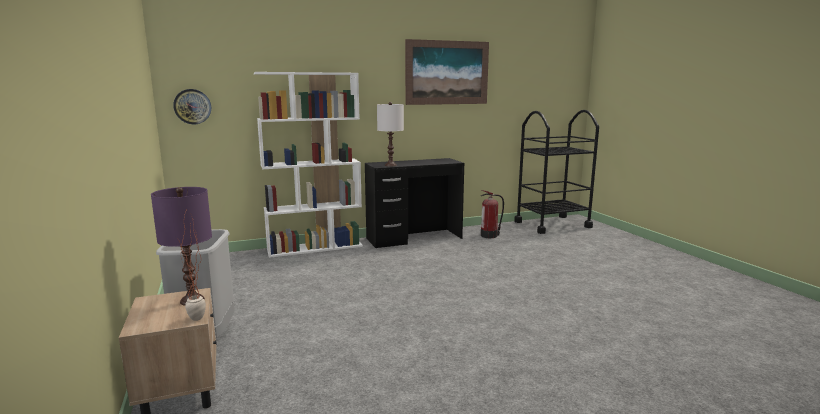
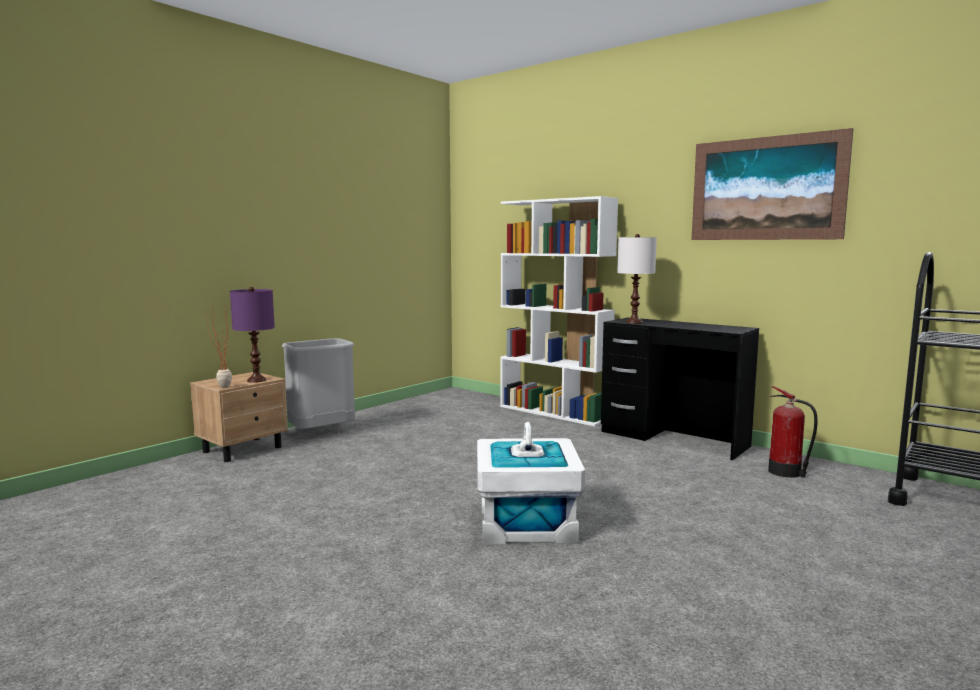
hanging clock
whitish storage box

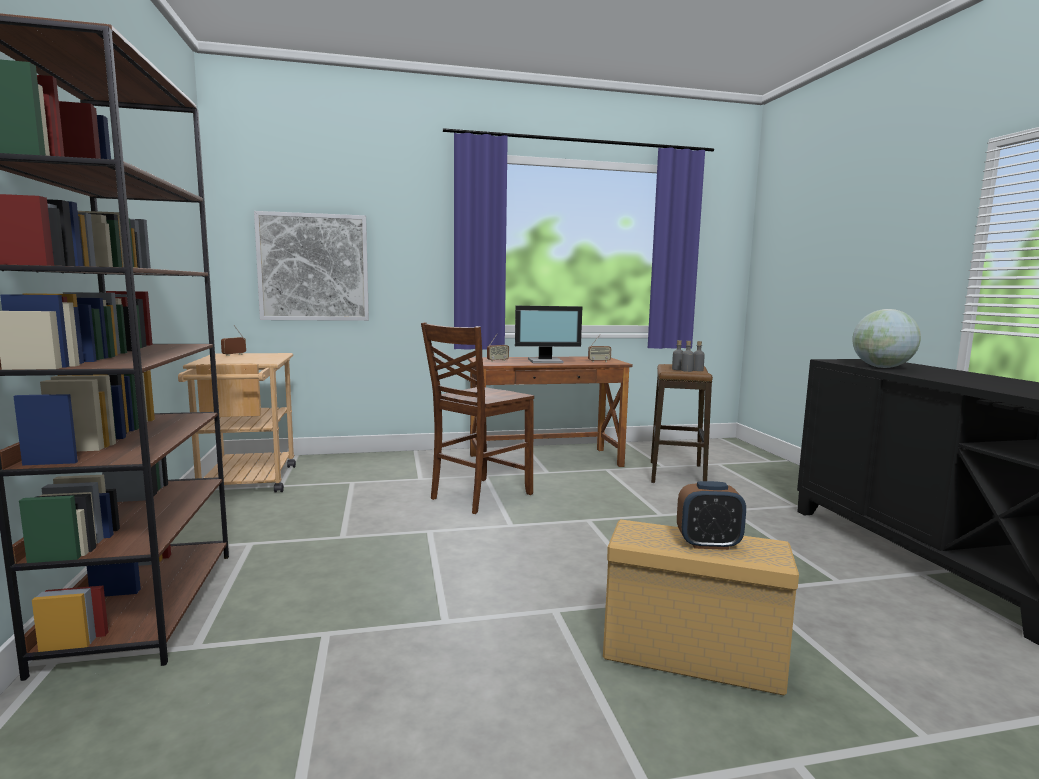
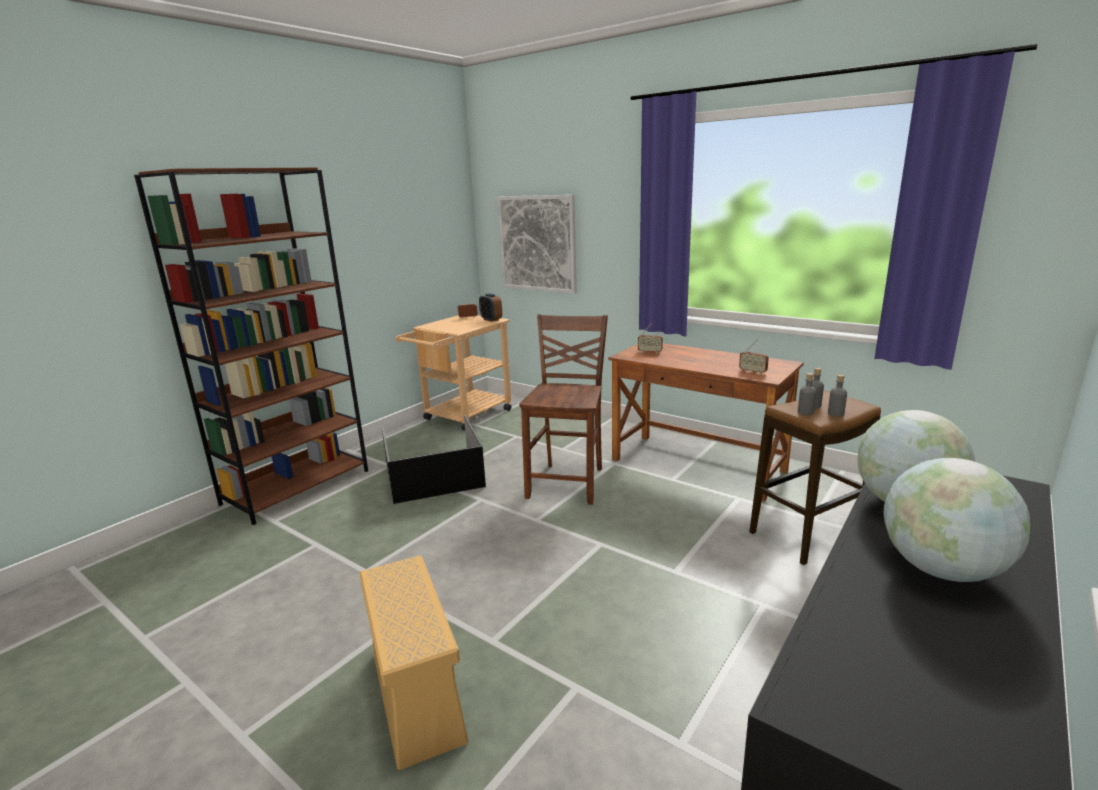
computer screen
brown-coloured chair
alarm clock
black-coloured storage box
desk globe (no. 2 from left)

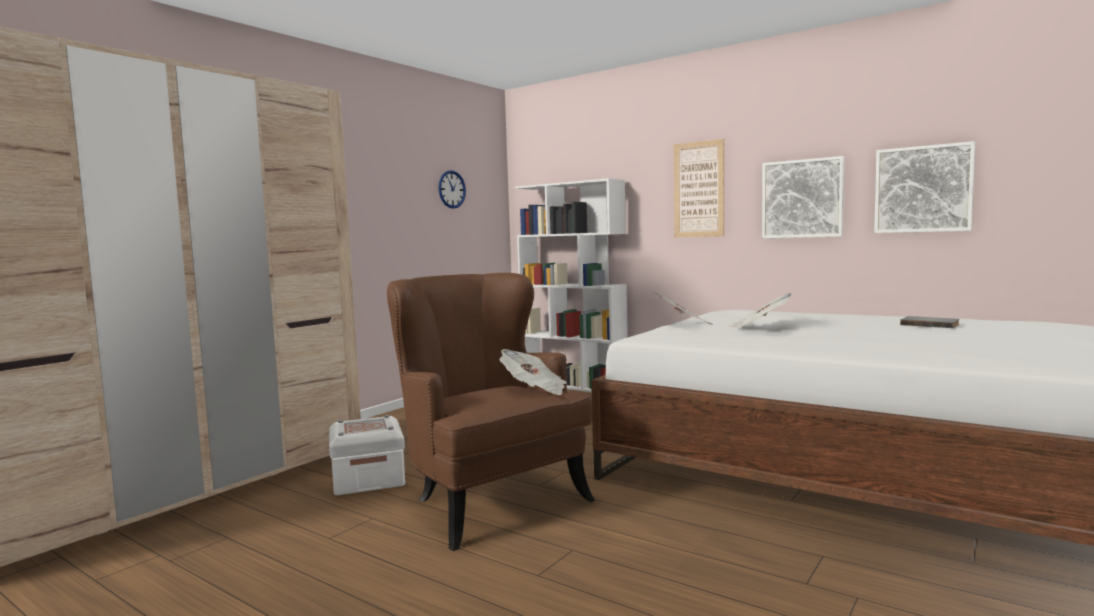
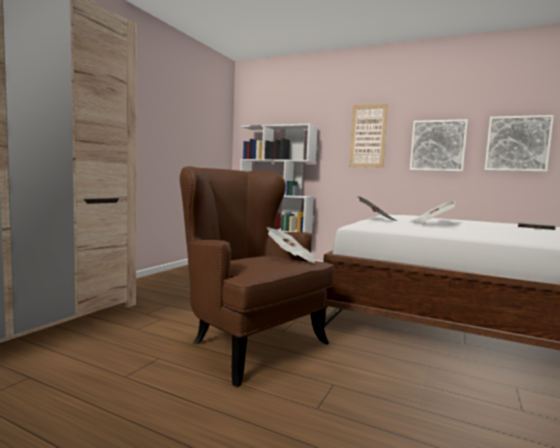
hanging clock
whitish storage box

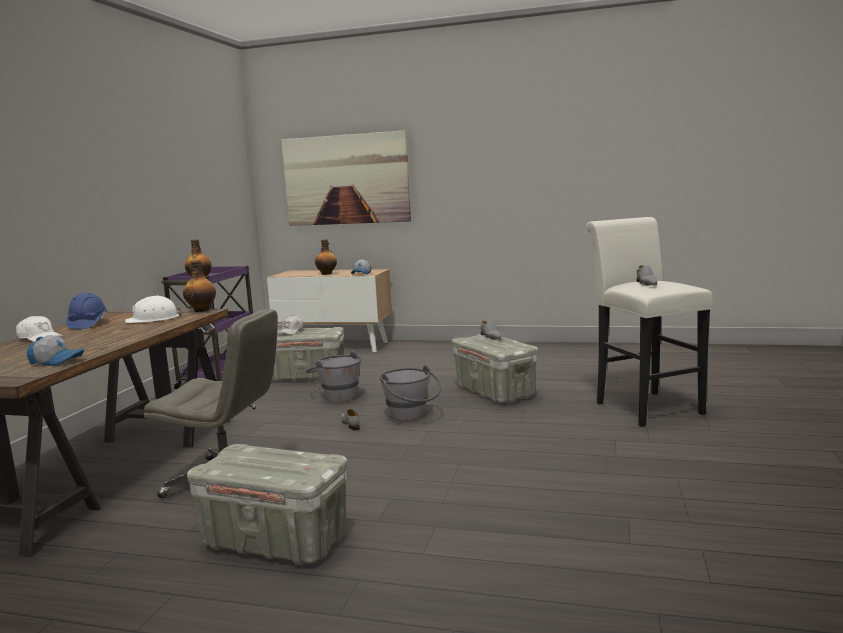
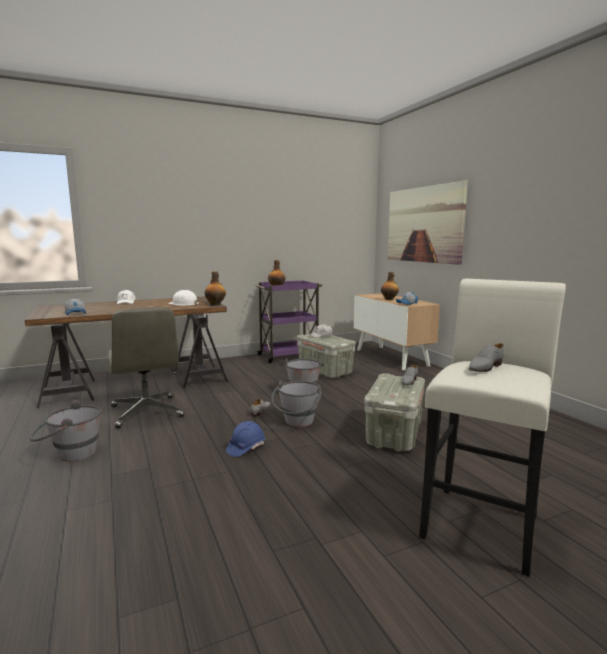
bluish work helmet
gray pail (no. 1 from left)

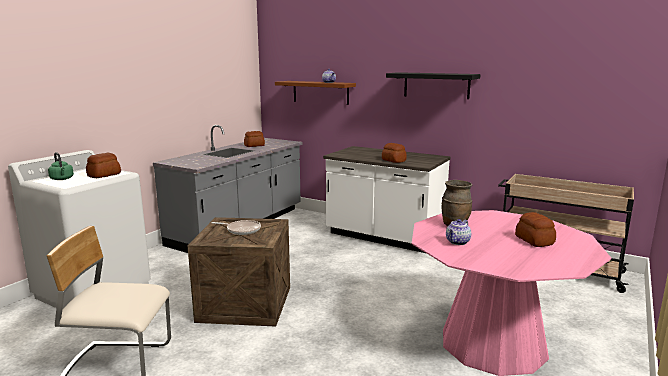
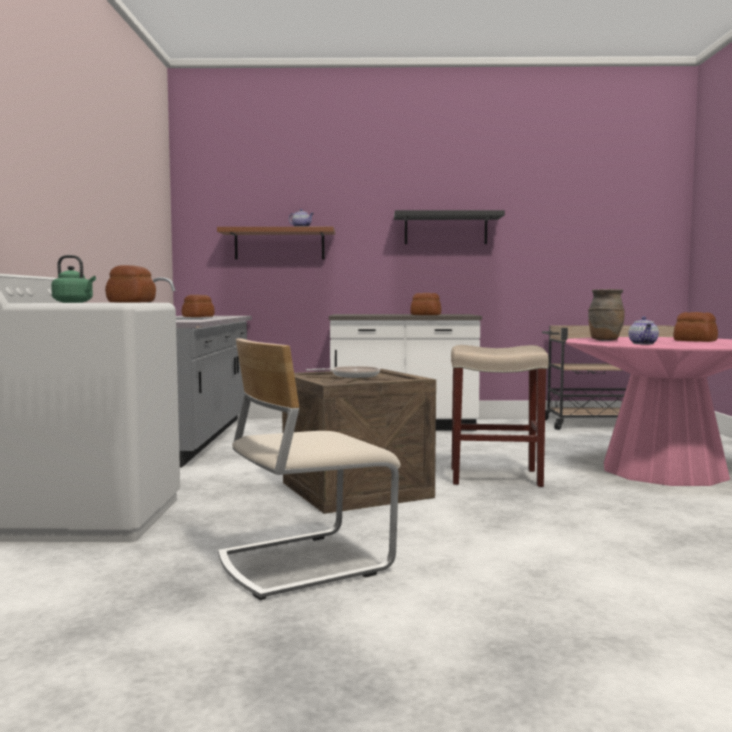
beige stool seat

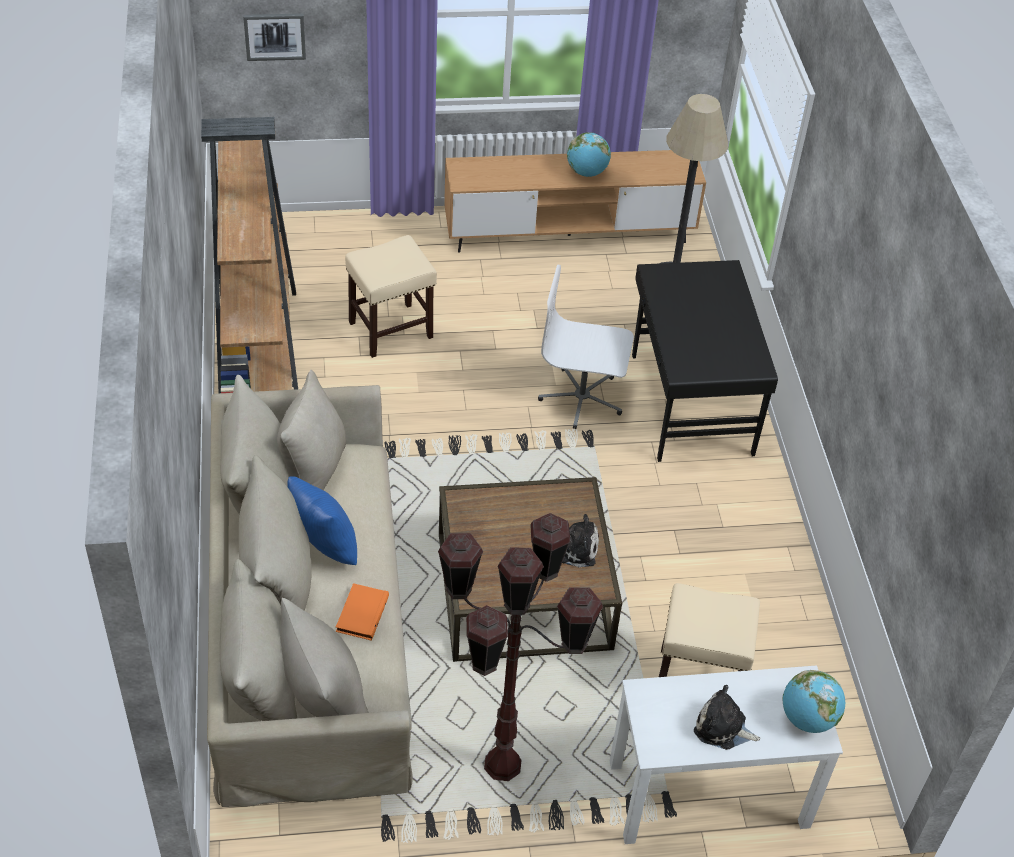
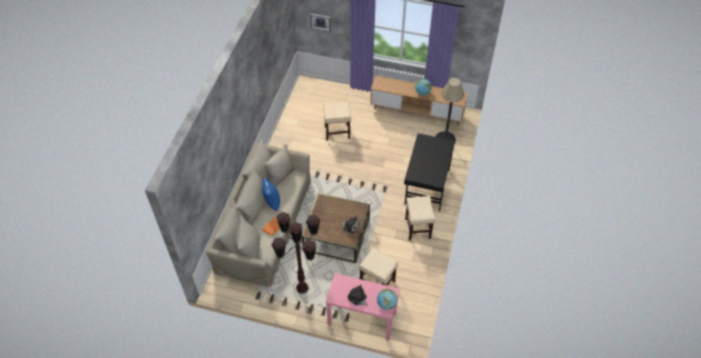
brown-coloured bookcase
whitish computer chair
pink desk unit
beige stool seat (no. 3 from left)

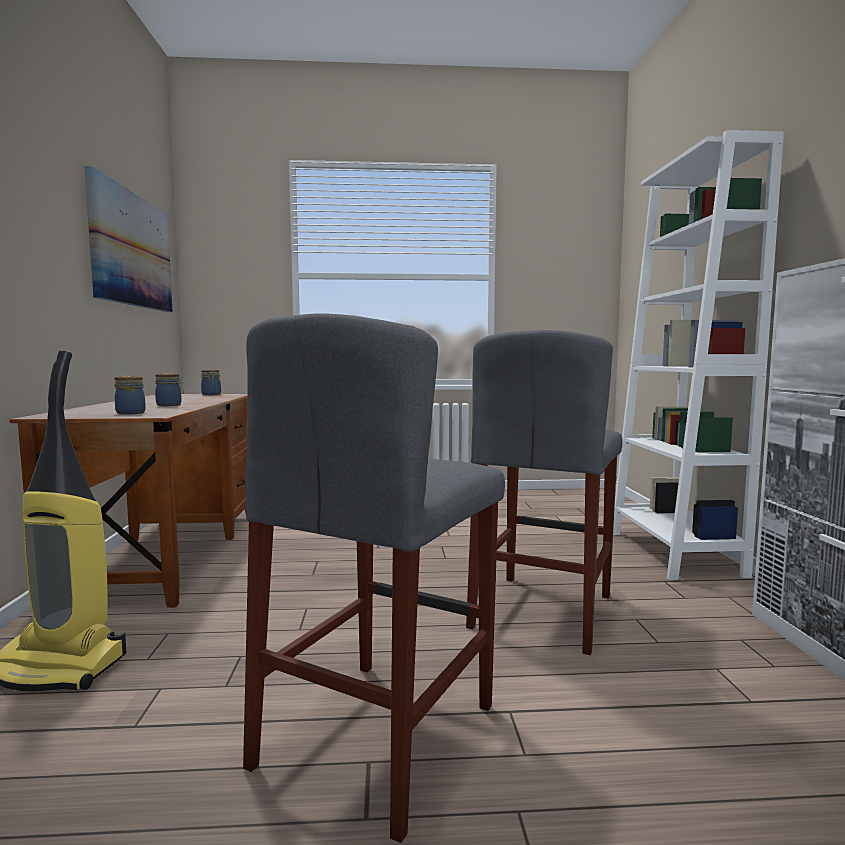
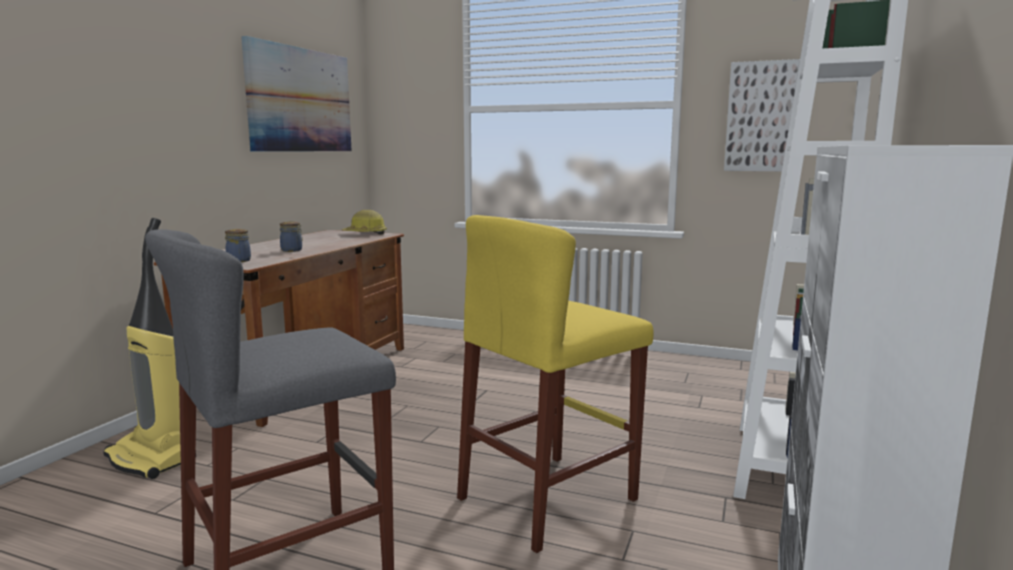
yellowish stool seat
work helmet
picture (no. 2 from left)

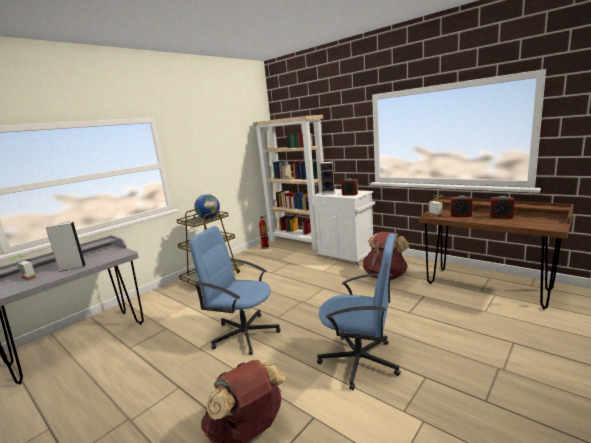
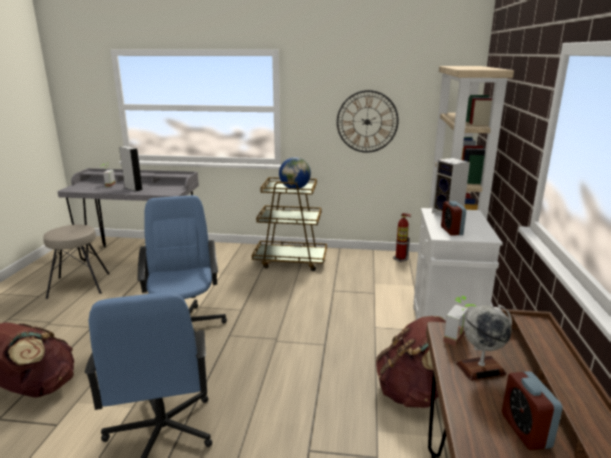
desk globe (no. 2 from left)
hanging clock
beige stool seat

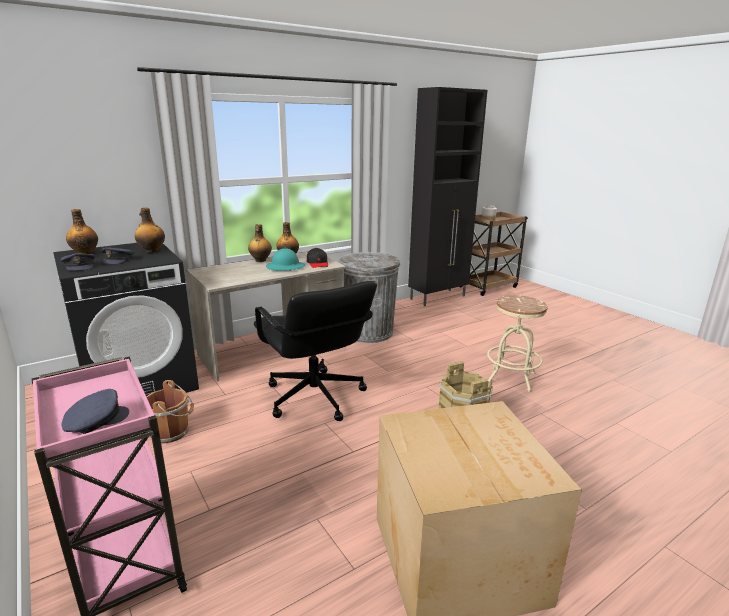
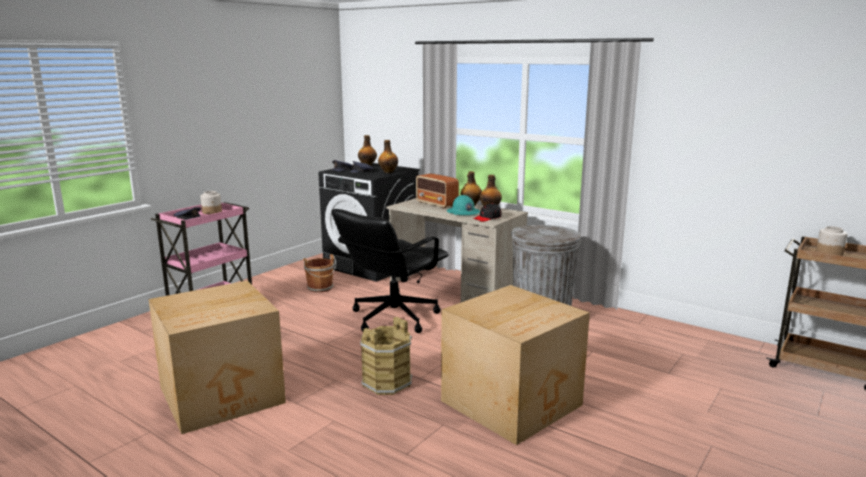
black-coloured cupboard
cardboard box (no. 2 from left)
radio receiver
storage jar (no. 1 from left)

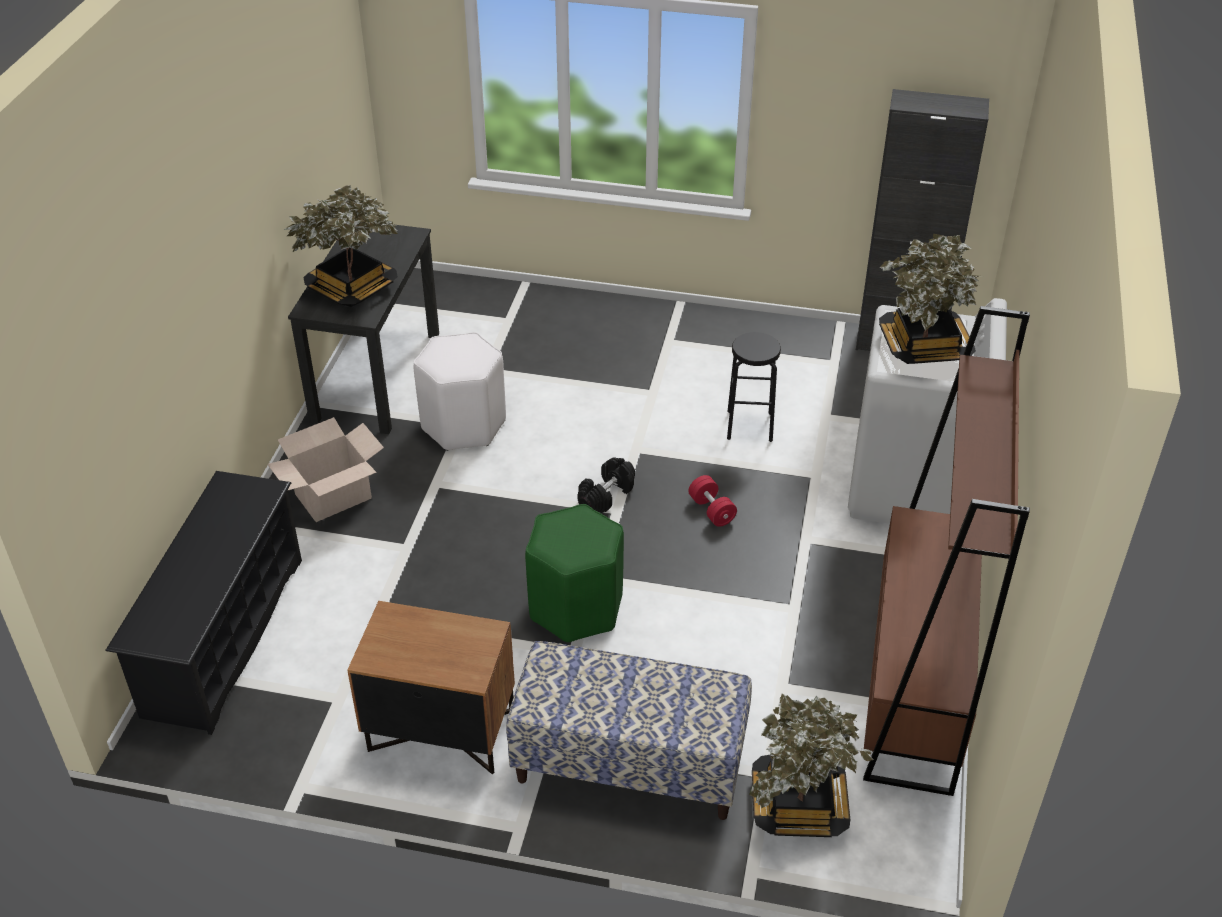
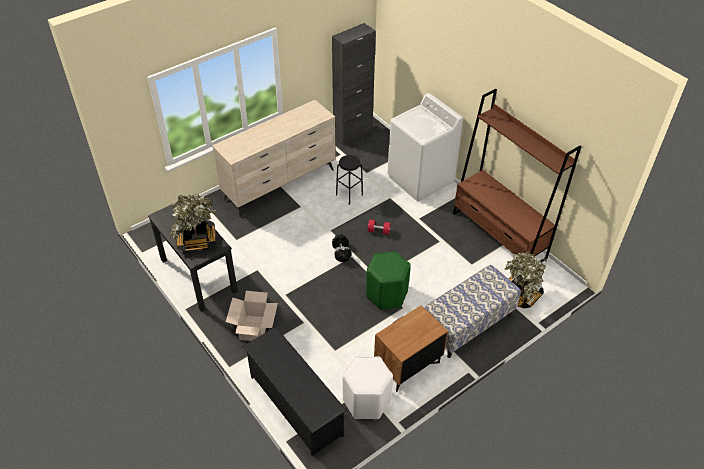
potted plant (no. 3 from left in the first image)
whitish stool seat
beige drawer chest

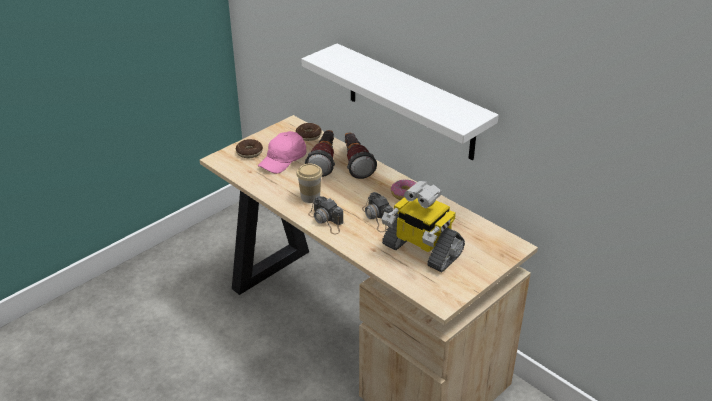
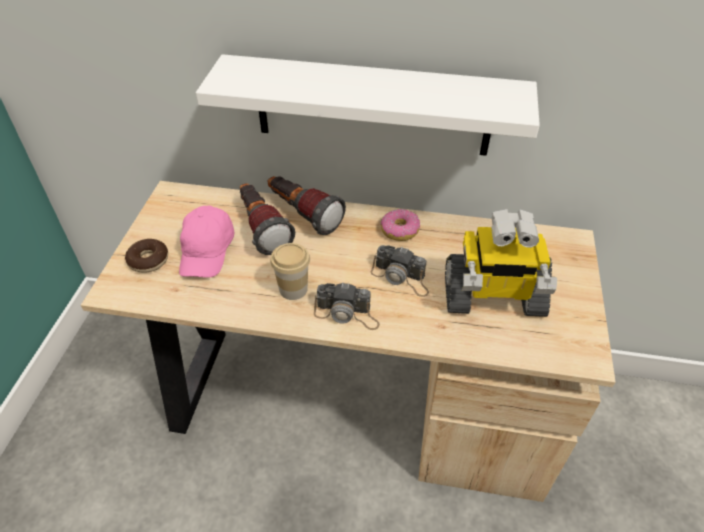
doughnut (no. 2 from left in the first image)

